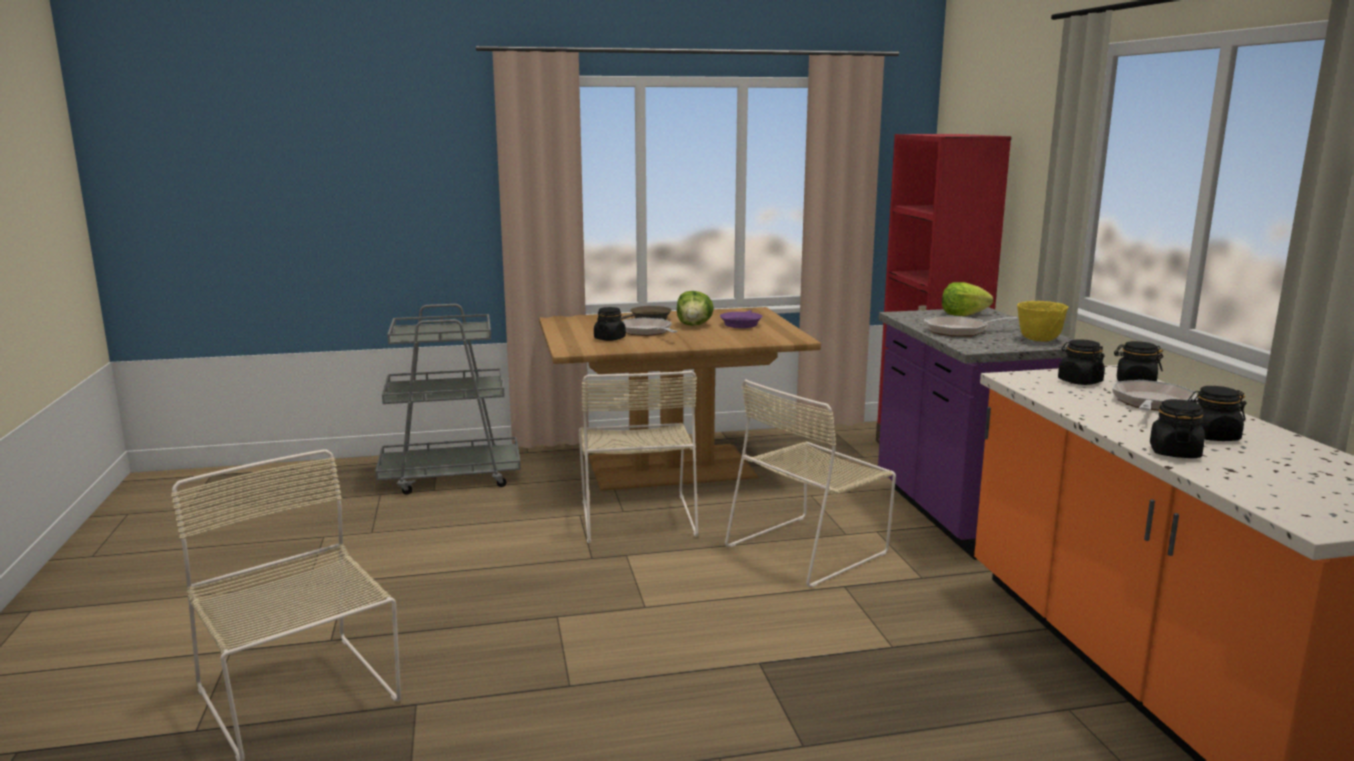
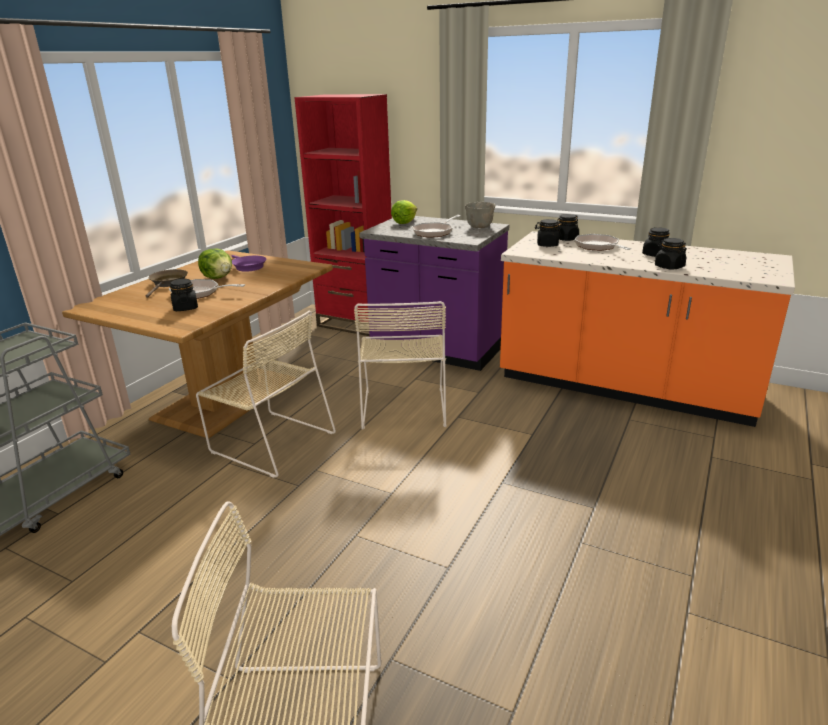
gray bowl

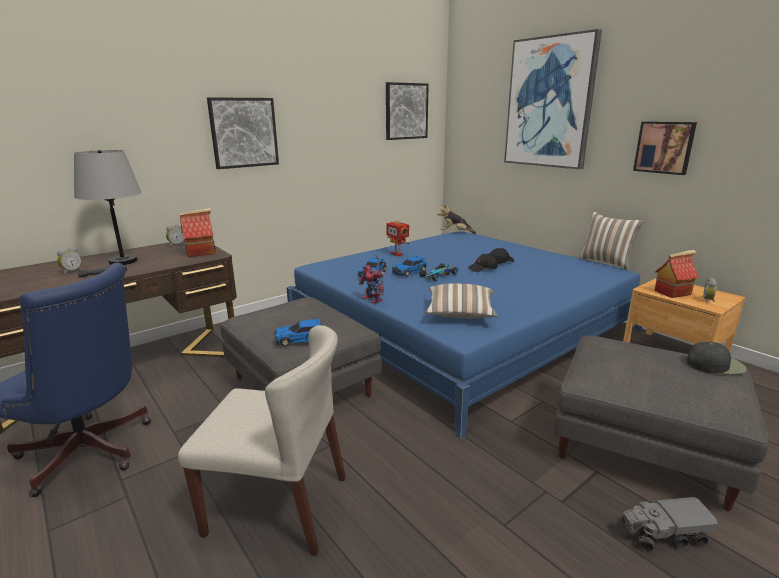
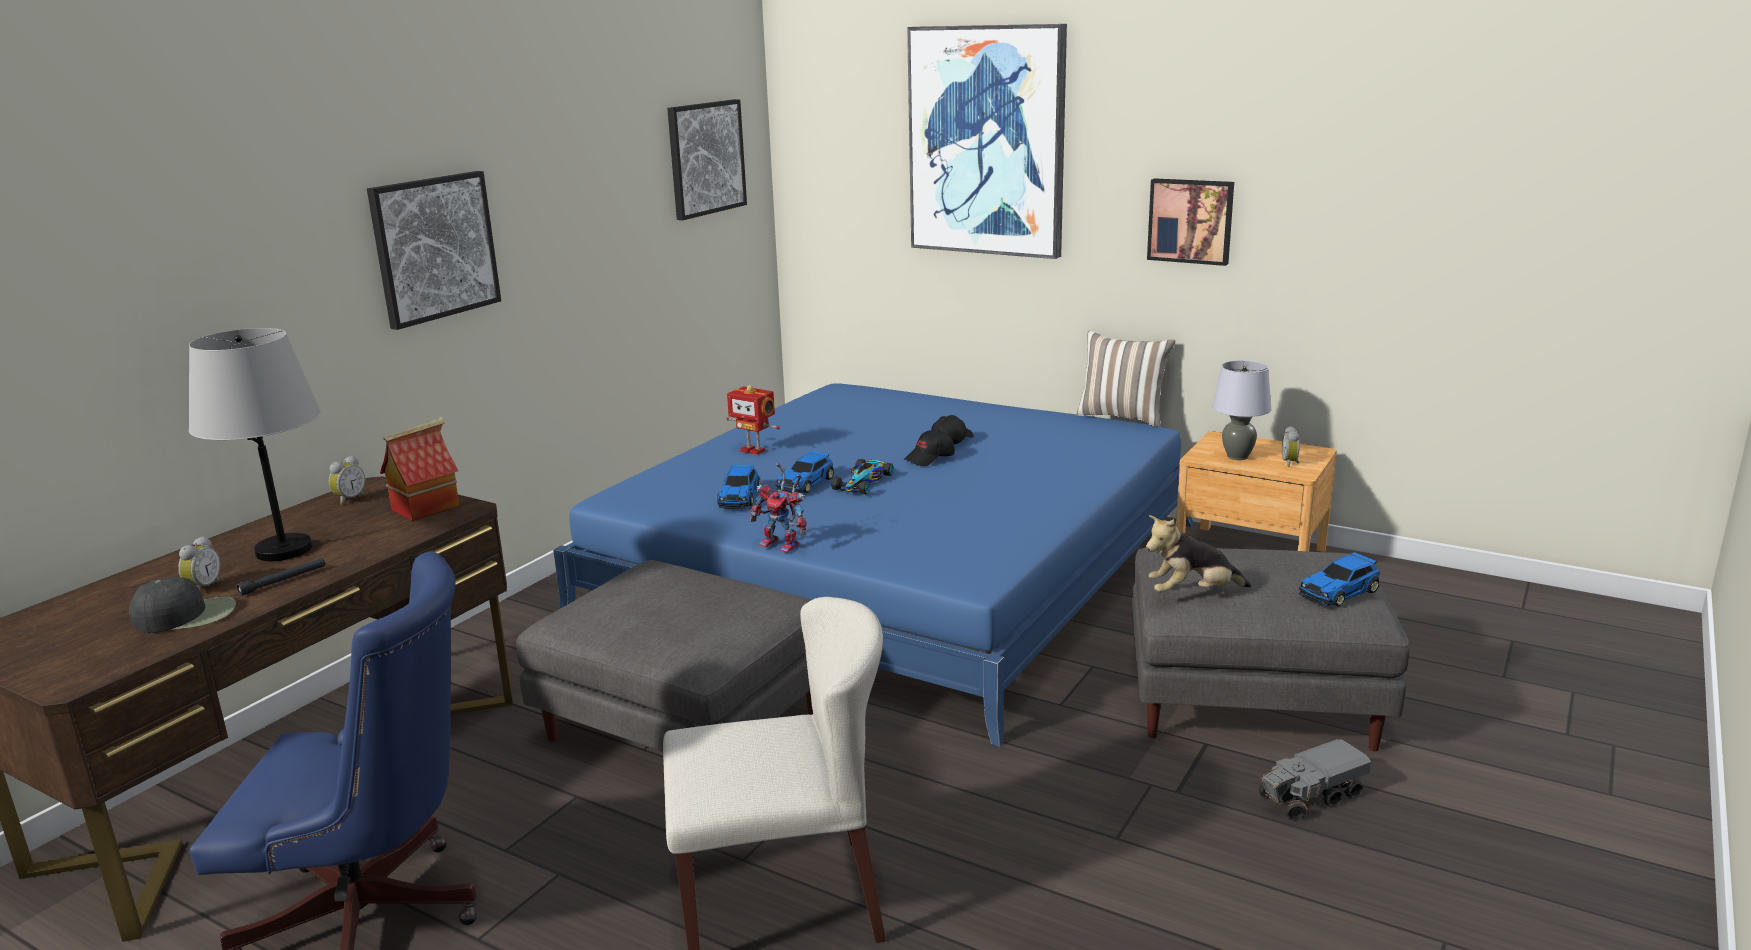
soft toy
gray tabletop lamp (no. 2 from left)
cushion (no. 1 from left in the first image)
model car (no. 4 from left)
black-coloured cap (no. 1 from left)

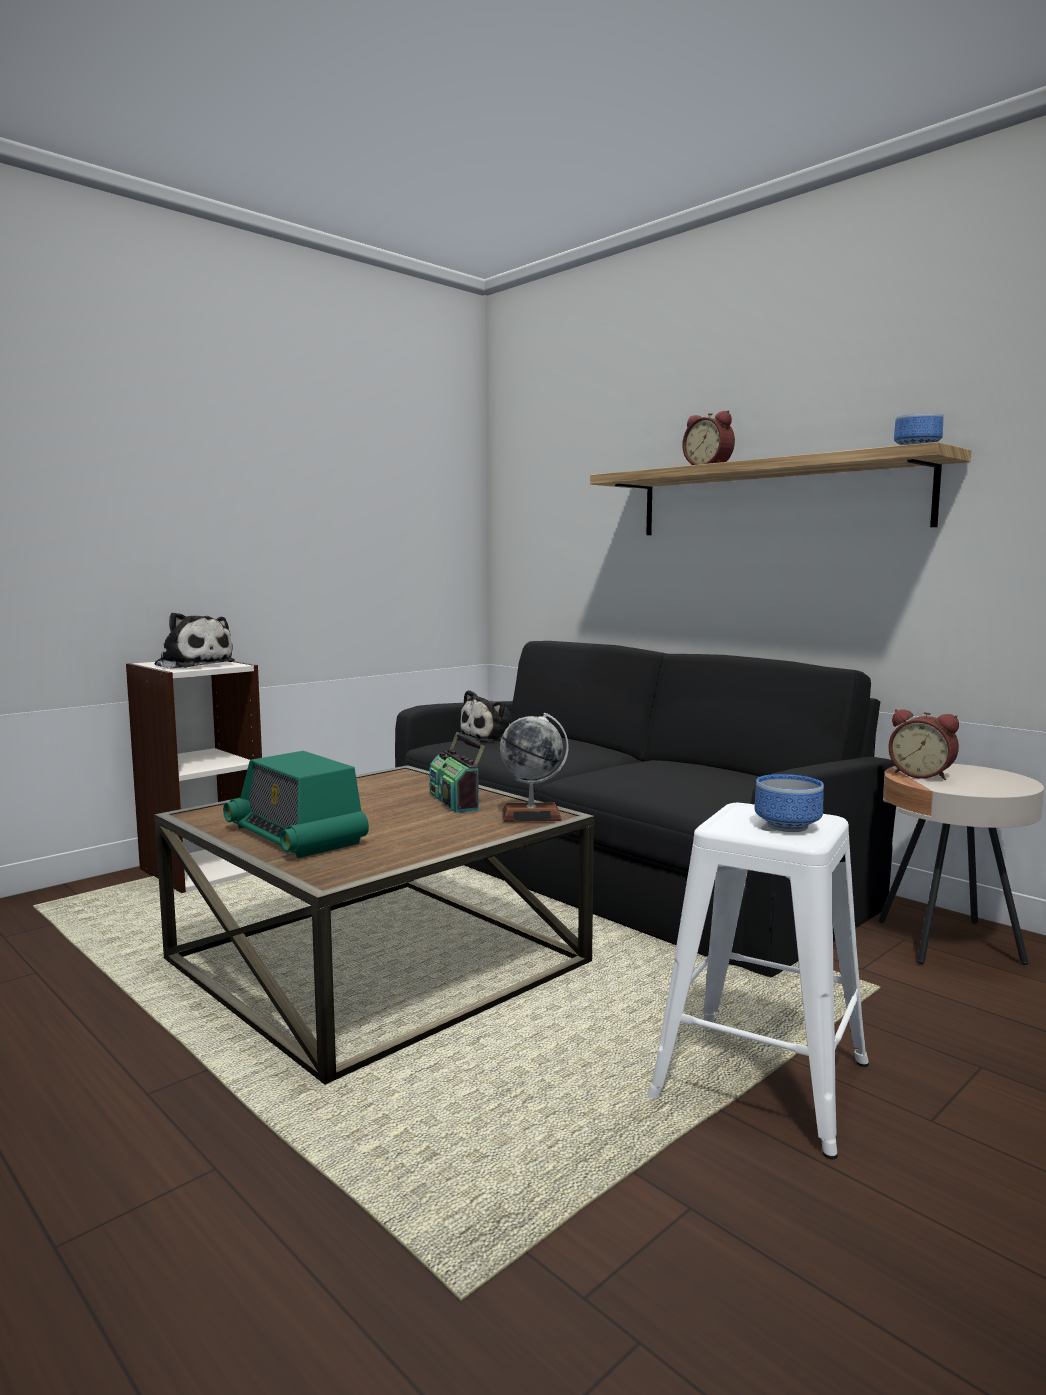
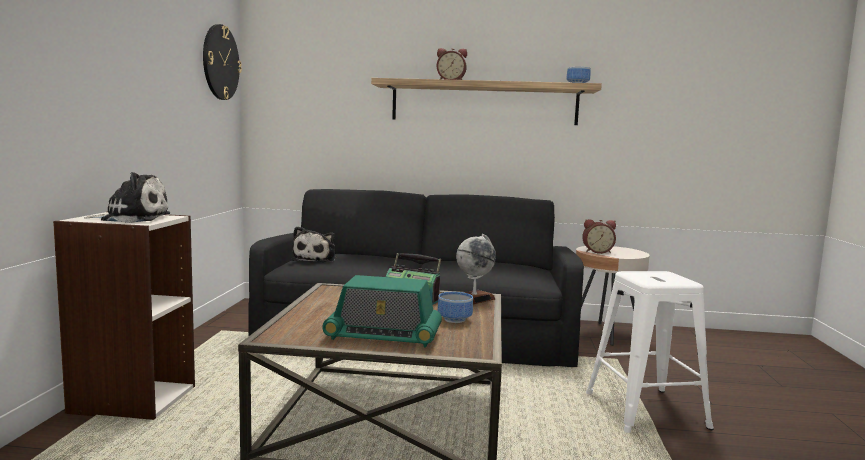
bowl (no. 1 from left)
hanging clock

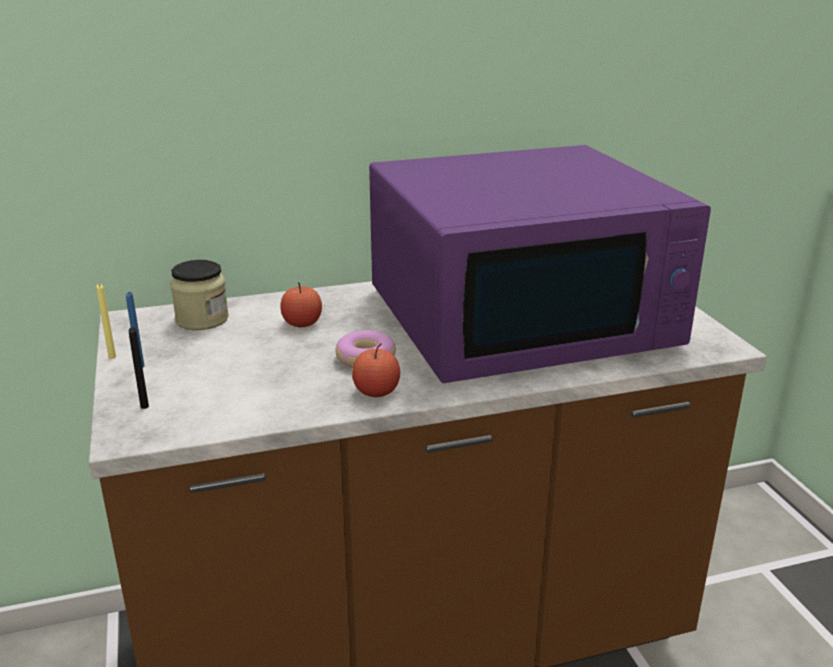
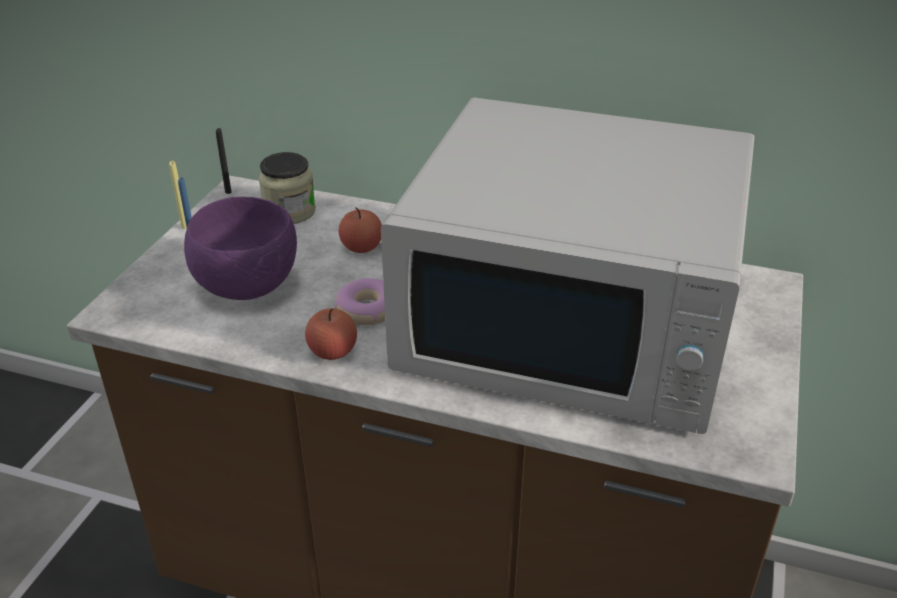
whitish microwave oven
black-coloured wax light
purple bowl

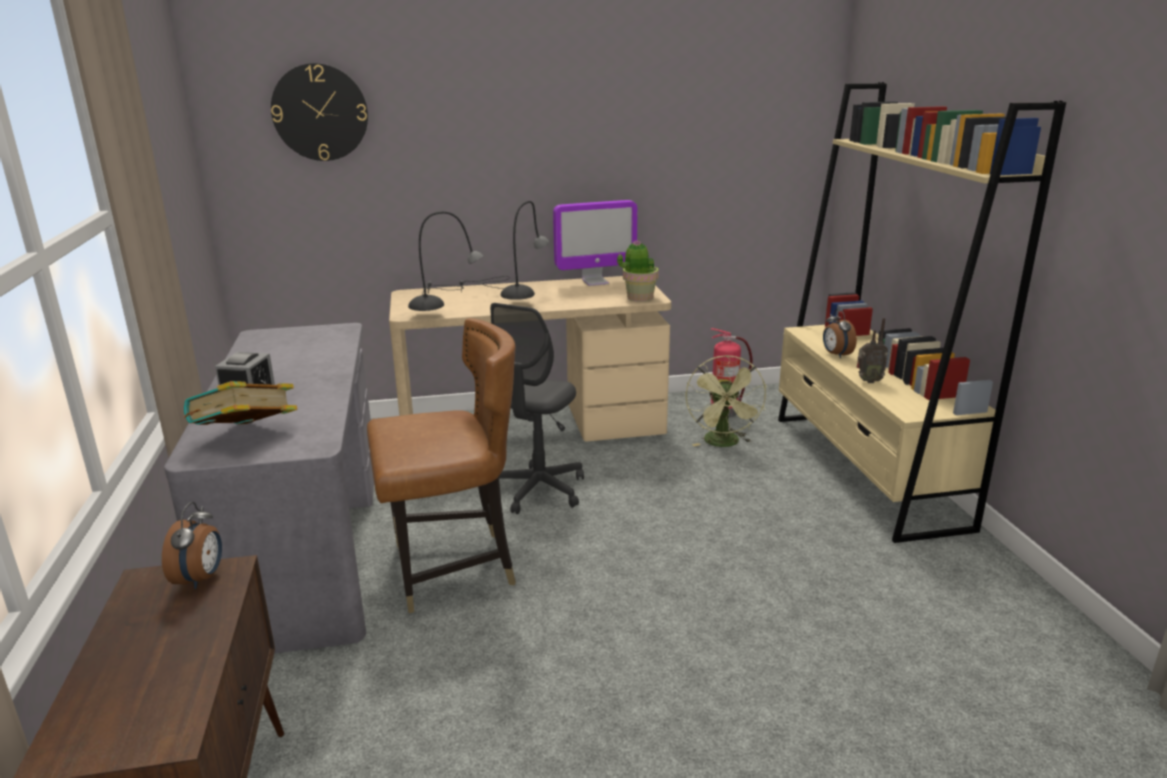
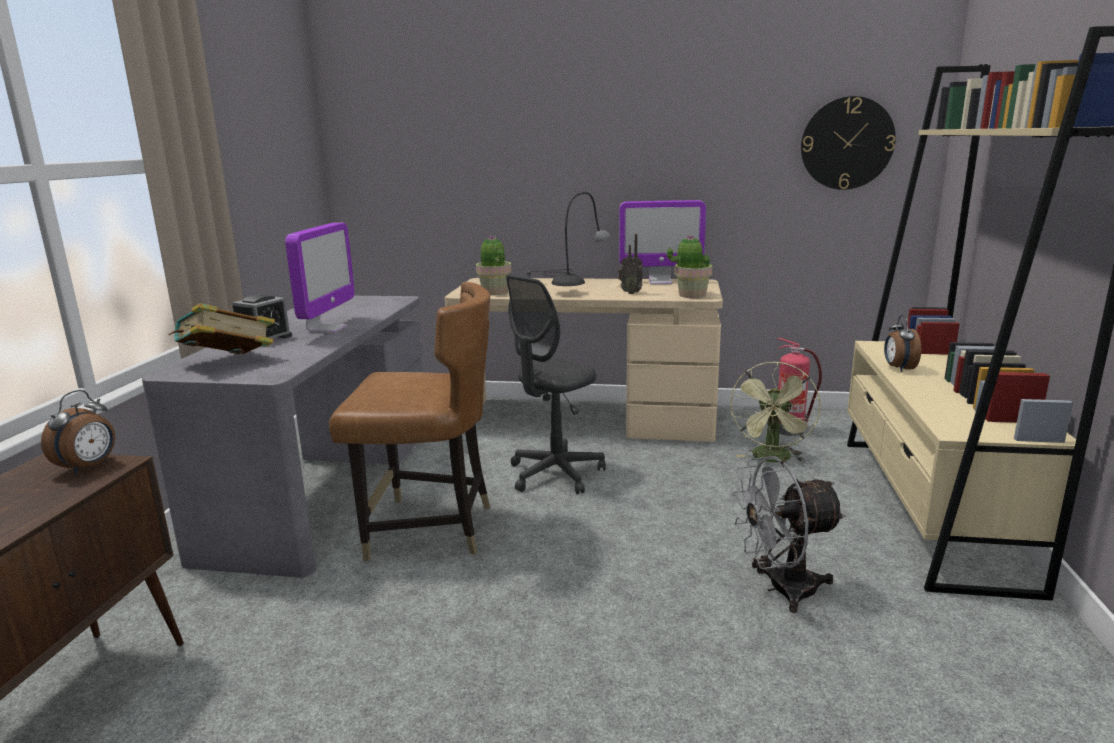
hanging clock
potted plant (no. 1 from left)
radio receiver
computer screen (no. 1 from left)
gray electric fan

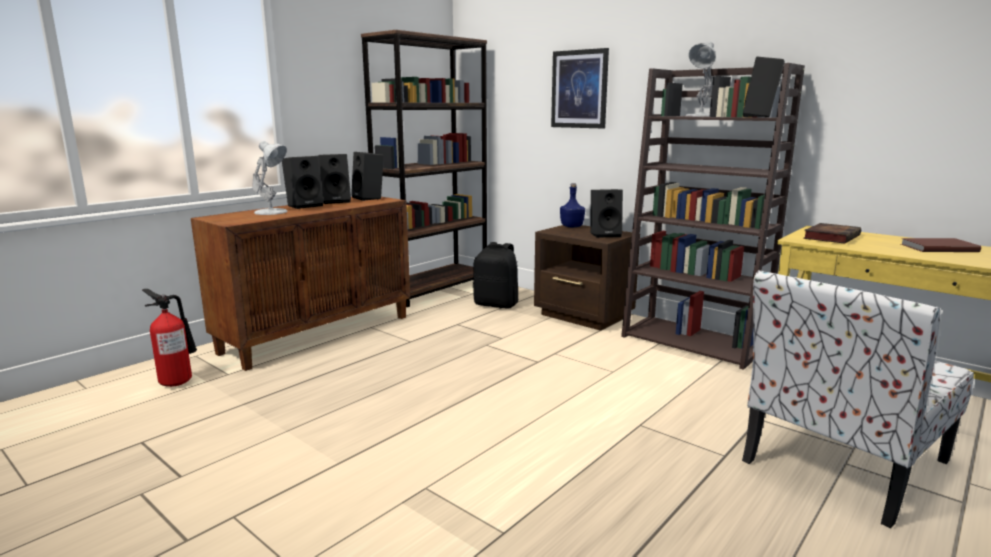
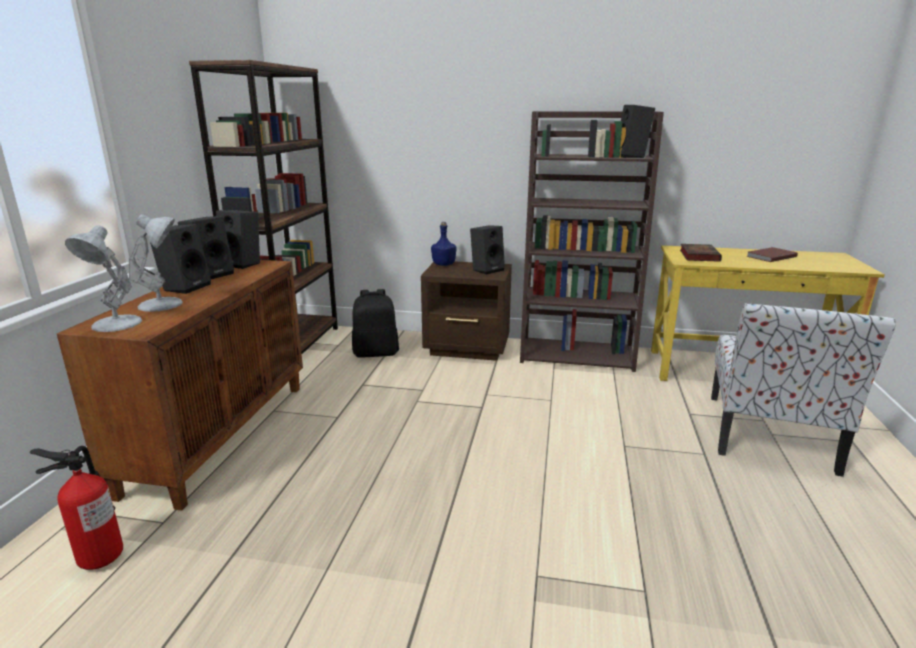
whitish tabletop lamp (no. 1 from left)
picture

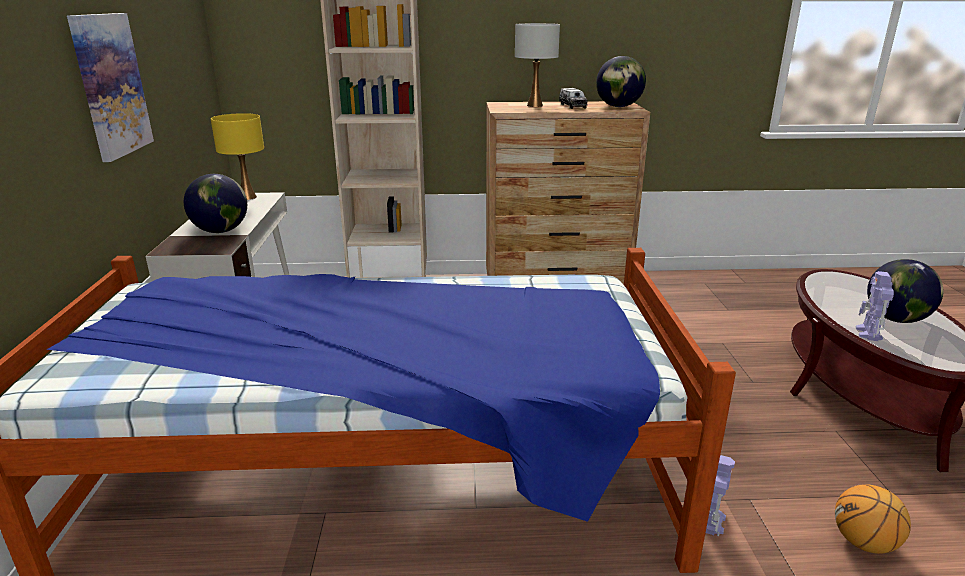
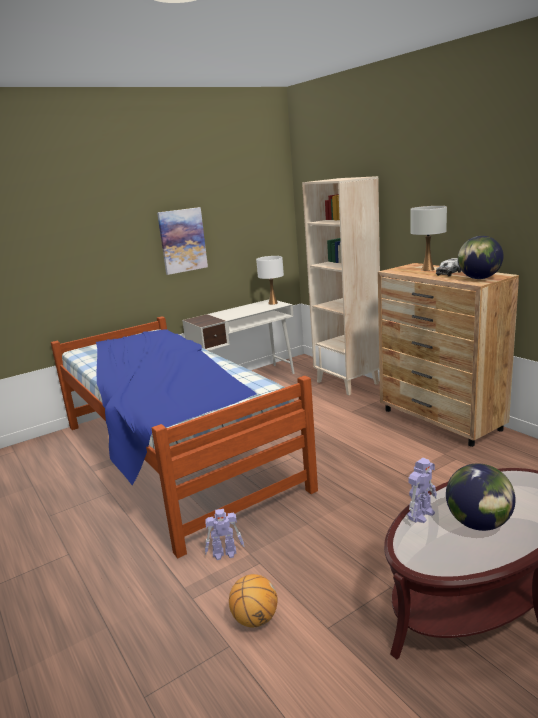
whitish tabletop lamp (no. 1 from left)
desk globe (no. 1 from left in the first image)
model robot (no. 2 from left)

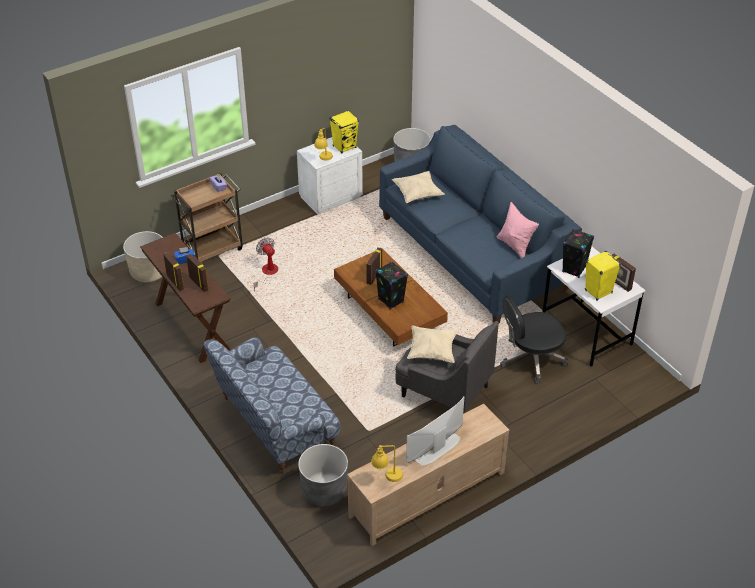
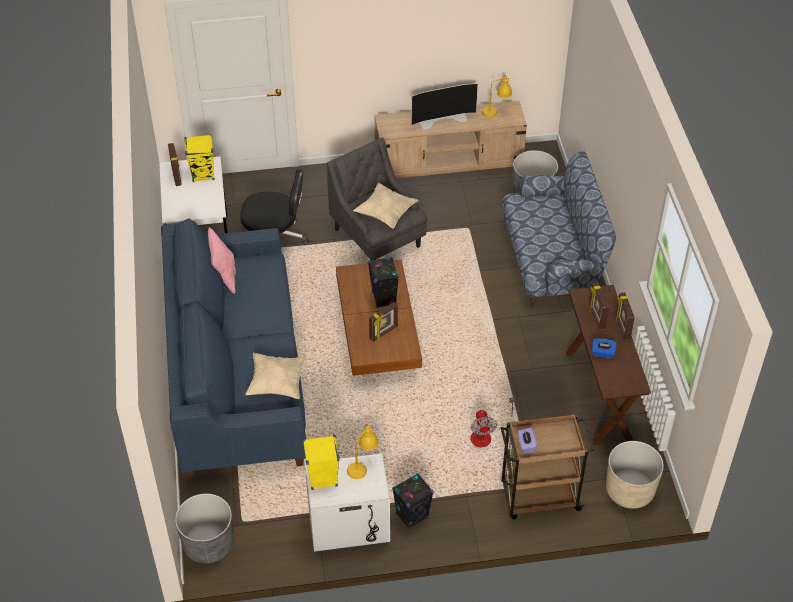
black-coloured audio speaker (no. 2 from left)

